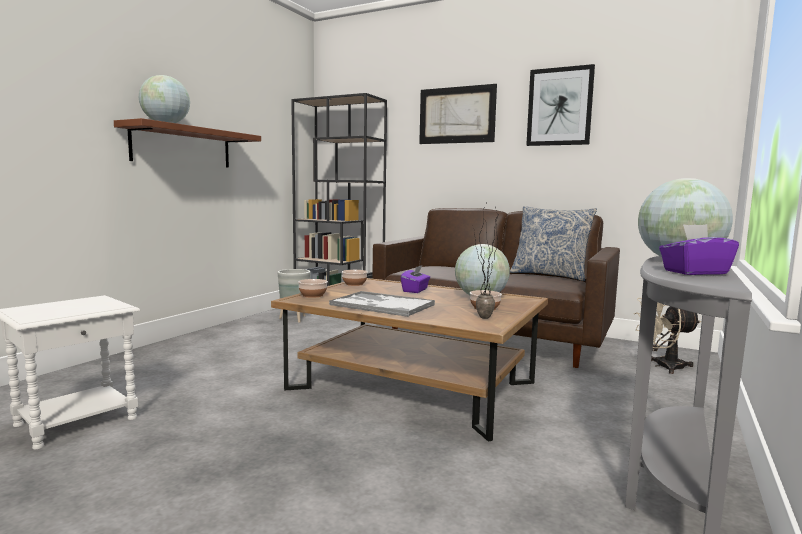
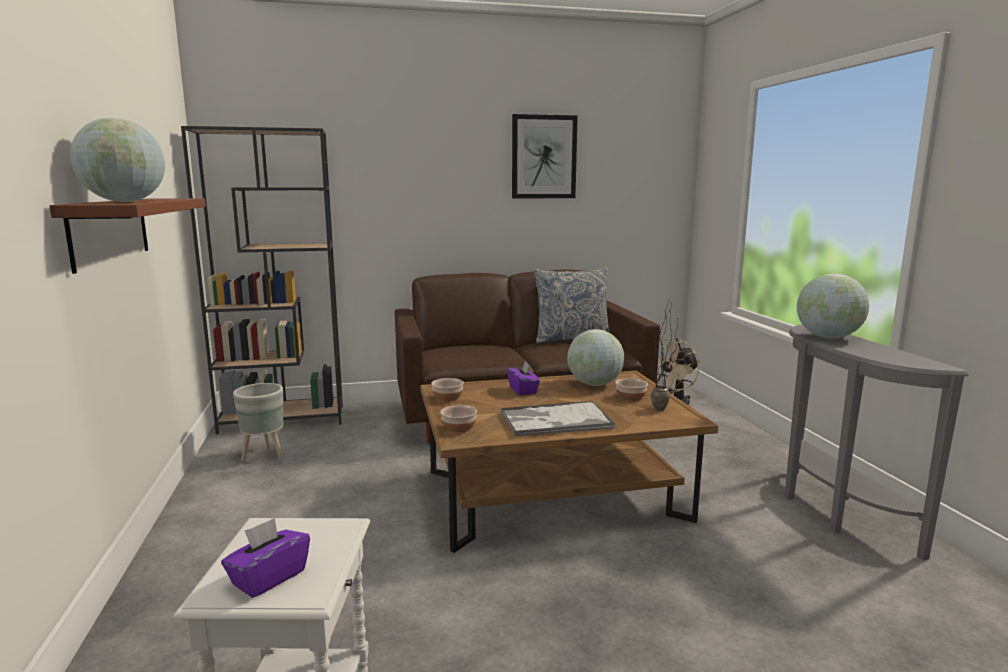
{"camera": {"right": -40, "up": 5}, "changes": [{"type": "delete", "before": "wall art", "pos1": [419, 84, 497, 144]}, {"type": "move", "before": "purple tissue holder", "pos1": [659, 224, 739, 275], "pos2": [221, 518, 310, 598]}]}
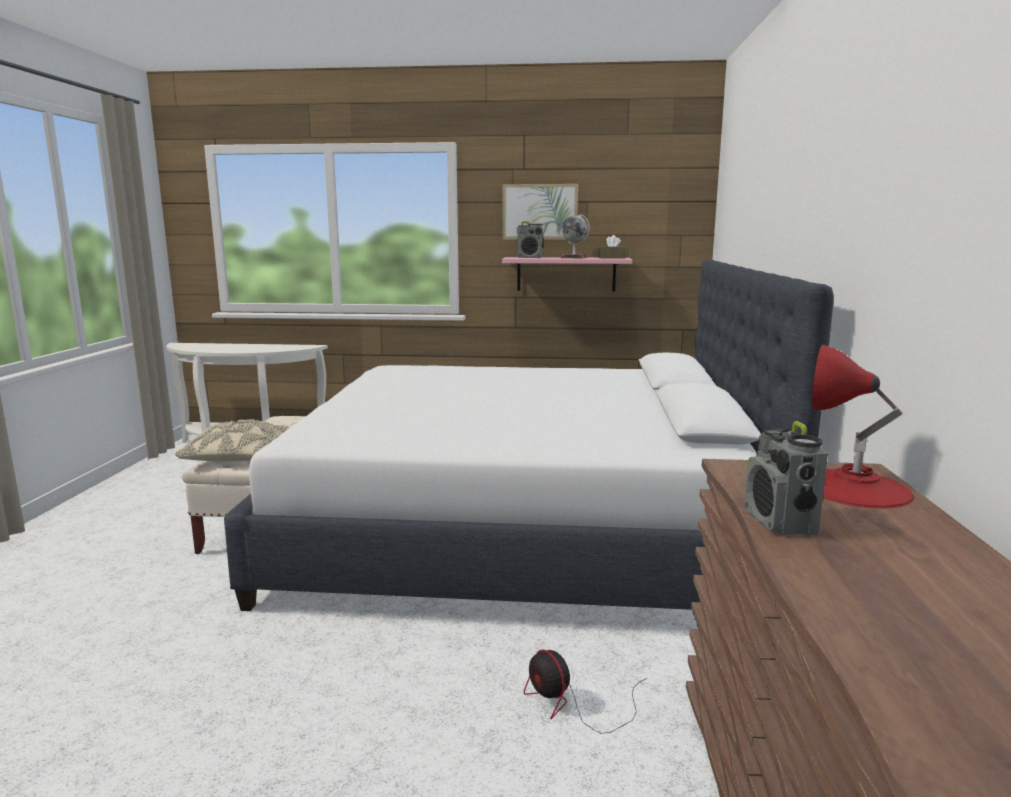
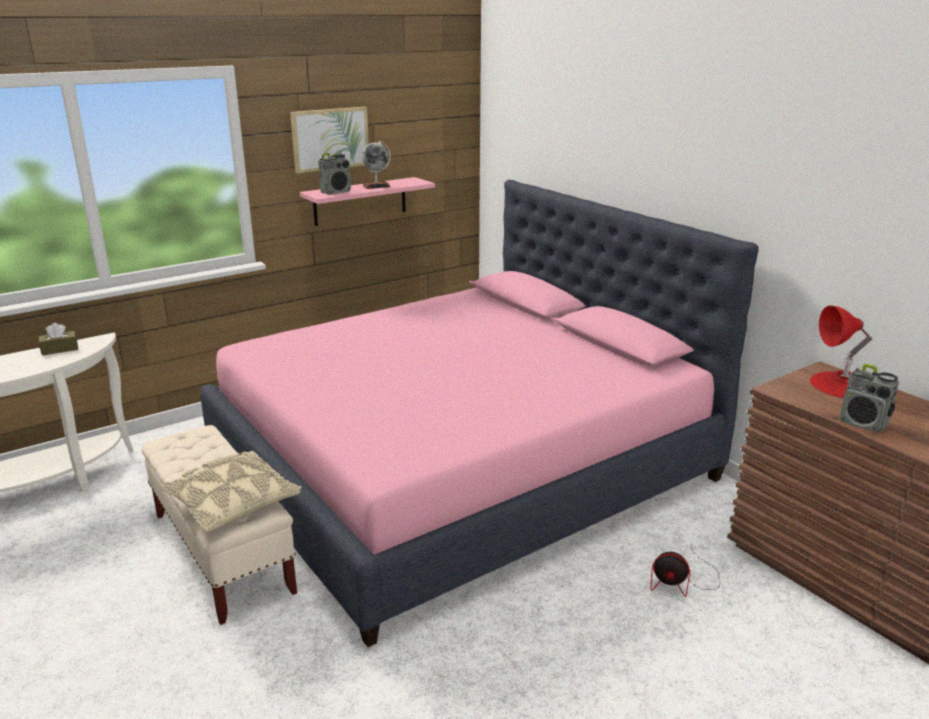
{"camera": {"right": -40, "up": 10}, "changes": [{"type": "recolor", "before": "white bed", "after": "pinkish bed", "pos1": [224, 260, 834, 611], "pos2": [200, 180, 758, 647]}, {"type": "move", "before": "brown-coloured tissue holder", "pos1": [599, 235, 627, 259], "pos2": [39, 323, 78, 355]}]}
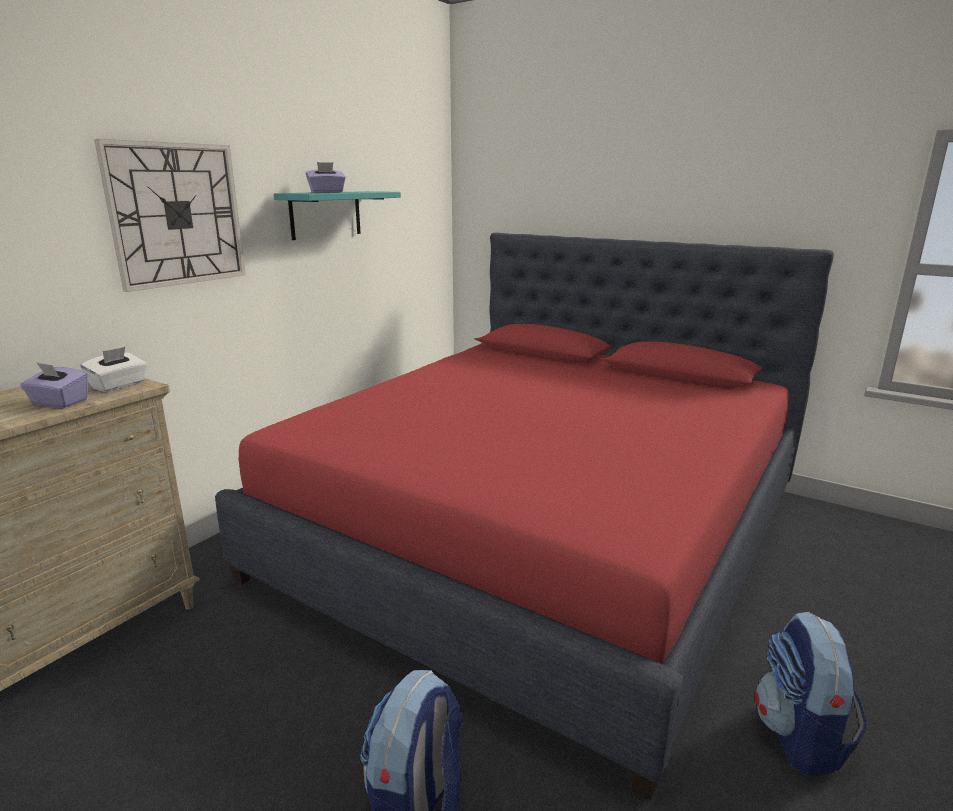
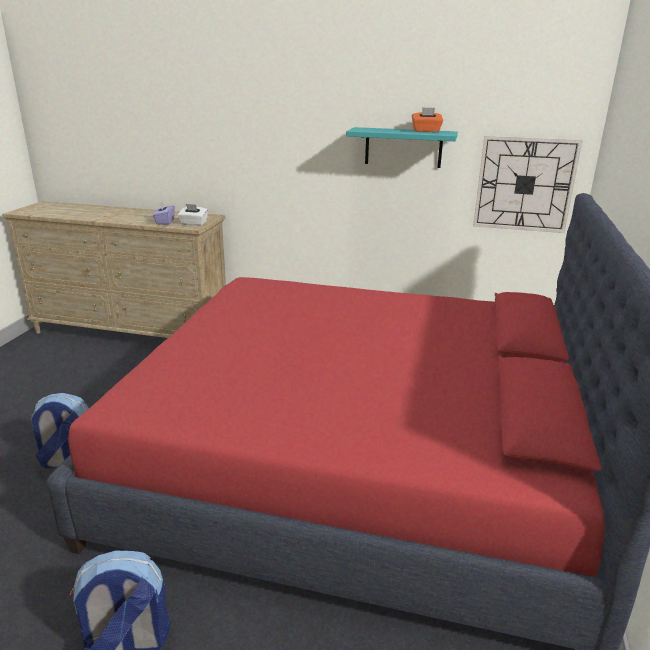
{"camera": {"right": 70, "up": 5}, "changes": [{"type": "move", "before": "wall clock", "pos1": [94, 139, 246, 292], "pos2": [473, 136, 583, 233]}, {"type": "delete", "before": "purple tissue holder", "pos1": [306, 162, 346, 193]}, {"type": "insert", "after": "orange tissue holder", "pos2": [412, 107, 443, 132]}]}
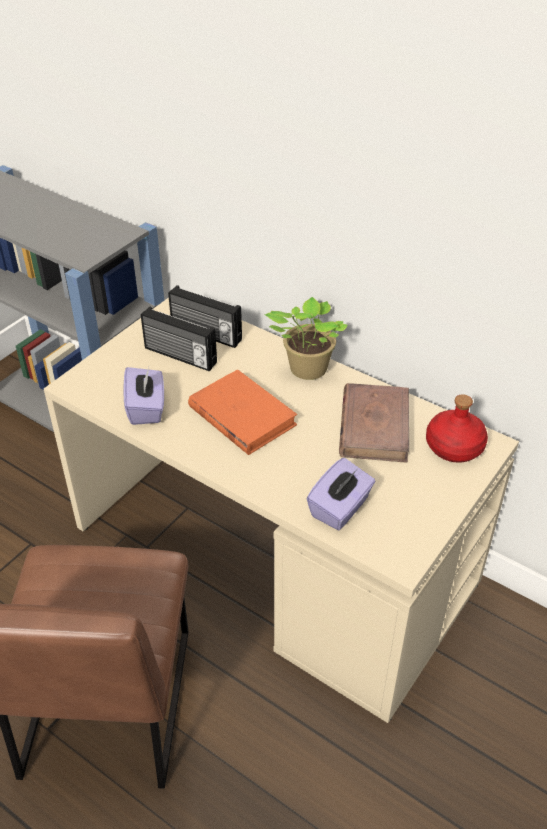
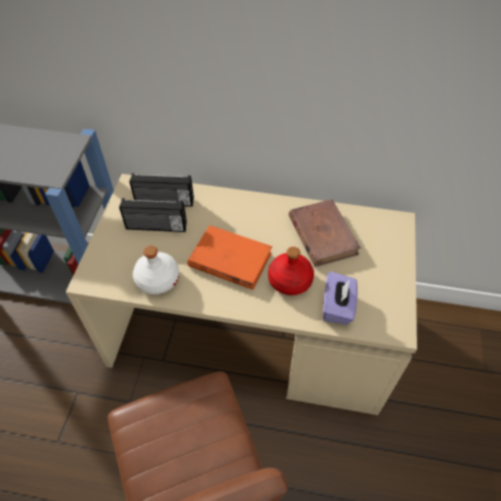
{"camera": {"right": -25, "up": 10}, "changes": [{"type": "replace", "before": "purple tissue holder", "after": "white drink bottle", "pos1": [124, 367, 164, 425], "pos2": [133, 246, 179, 294]}, {"type": "delete", "before": "houseplant", "pos1": [264, 297, 347, 380]}, {"type": "move", "before": "reddish drink bottle", "pos1": [426, 394, 488, 463], "pos2": [268, 247, 314, 295]}]}
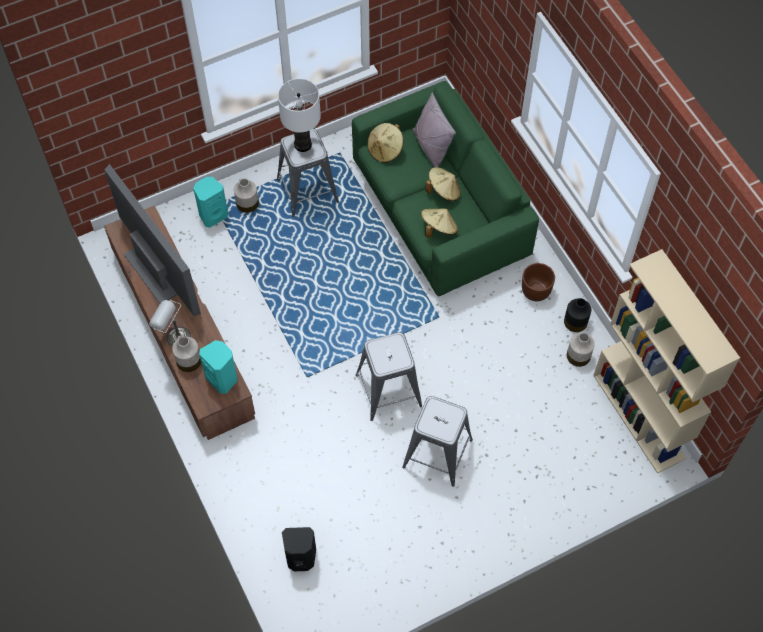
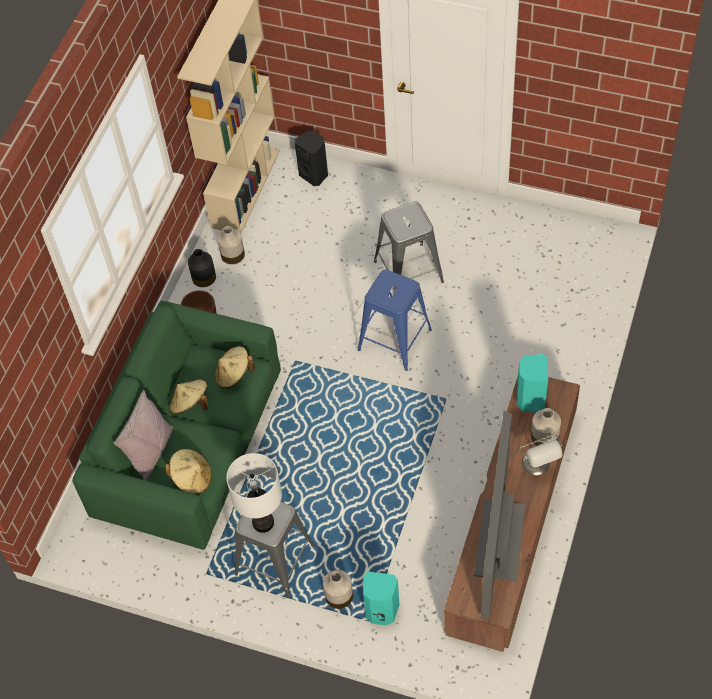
{"camera": {"right": -130, "up": -5}, "changes": [{"type": "move", "before": "black-coloured speaker", "pos1": [282, 527, 316, 571], "pos2": [295, 131, 328, 186]}, {"type": "recolor", "before": "grey stool seat", "after": "bluish stool seat", "pos1": [356, 332, 422, 421], "pos2": [358, 270, 432, 371]}]}
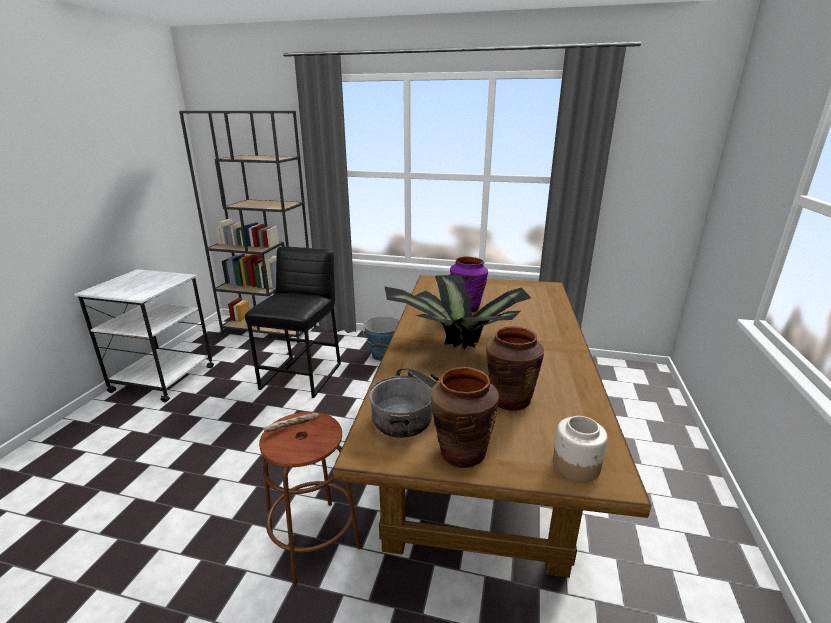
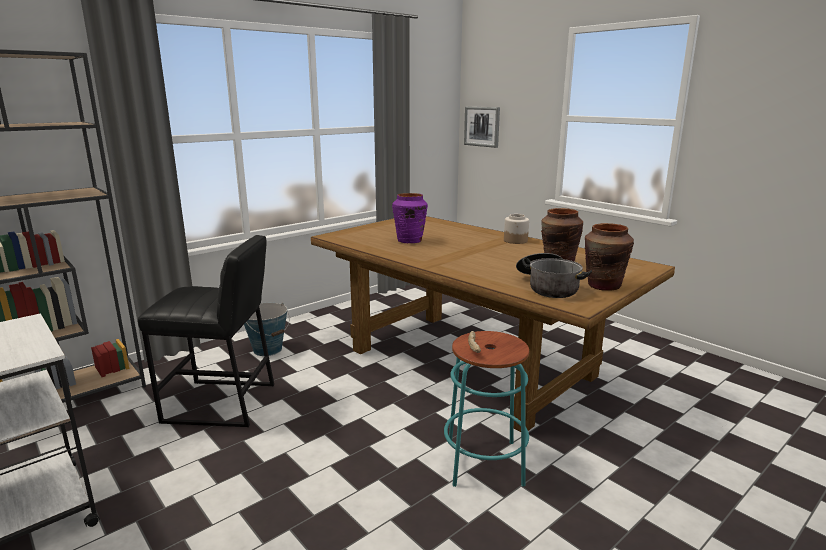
{"camera": {"right": -55, "up": -5}, "changes": [{"type": "rotate", "before": "black-coloured plain chair", "pos1": [245, 246, 341, 398], "pos2": [138, 235, 274, 427], "turn": 135}, {"type": "recolor", "before": "brown-coloured stool seat", "after": "turquoise stool seat", "pos1": [259, 412, 361, 586], "pos2": [444, 331, 529, 487]}, {"type": "delete", "before": "houseplant", "pos1": [385, 275, 531, 350]}, {"type": "move", "before": "storage jar", "pos1": [553, 416, 608, 482], "pos2": [504, 214, 529, 244]}, {"type": "insert", "after": "wall art", "pos2": [464, 107, 500, 148]}]}
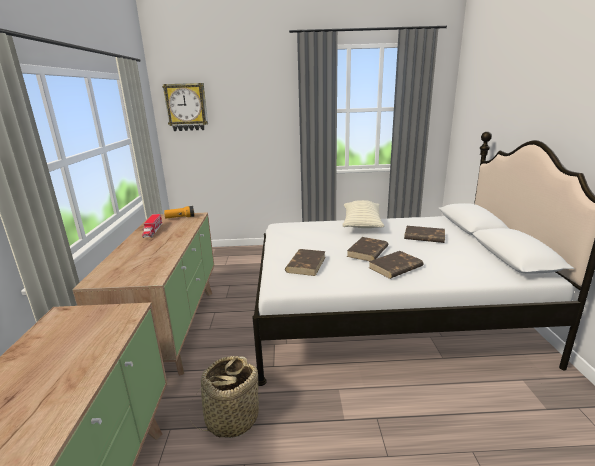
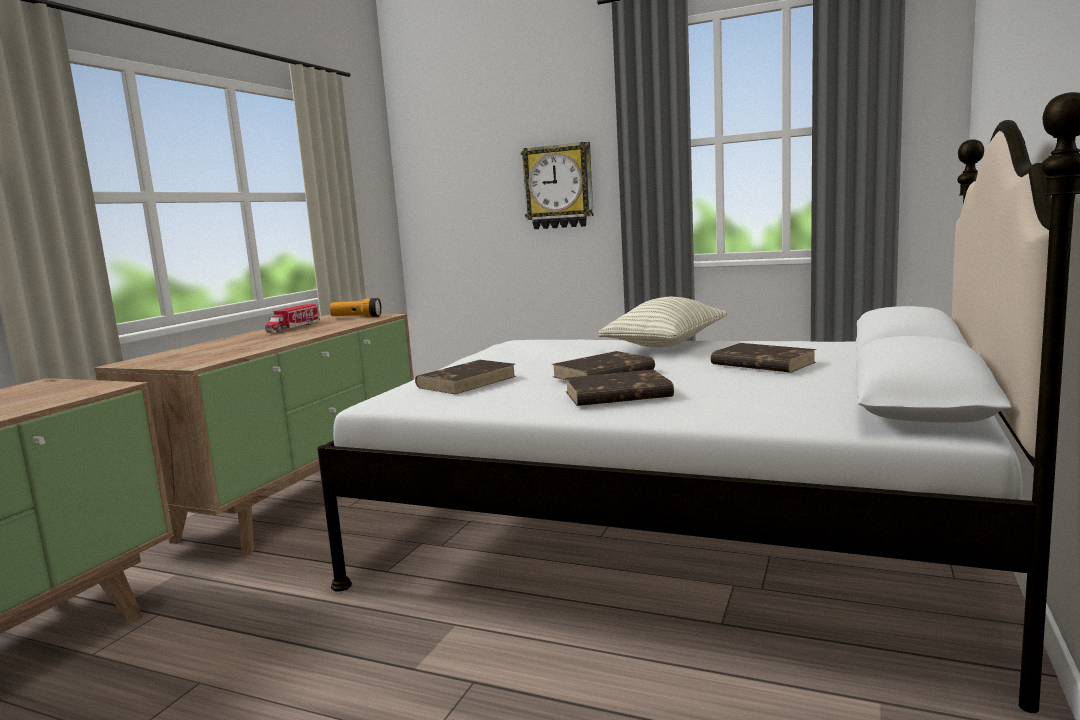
{"camera": {"right": 25, "up": -10}, "changes": [{"type": "move", "before": "wall clock", "pos1": [162, 83, 208, 131], "pos2": [521, 142, 594, 229]}, {"type": "delete", "before": "storage basket", "pos1": [190, 356, 262, 438]}]}
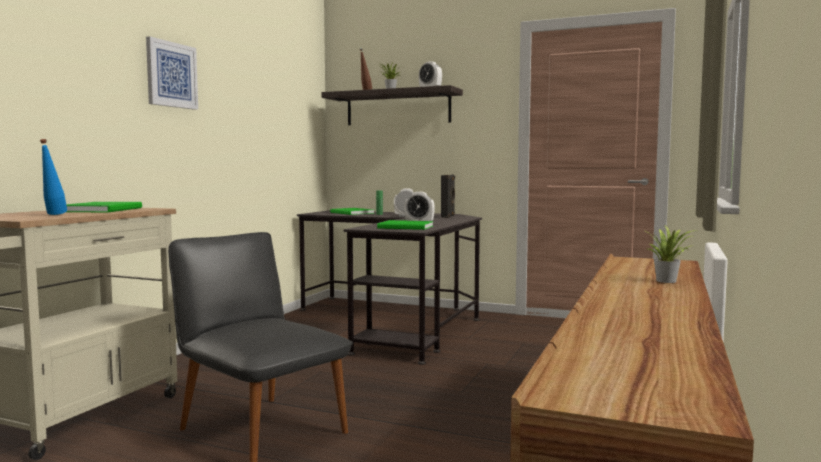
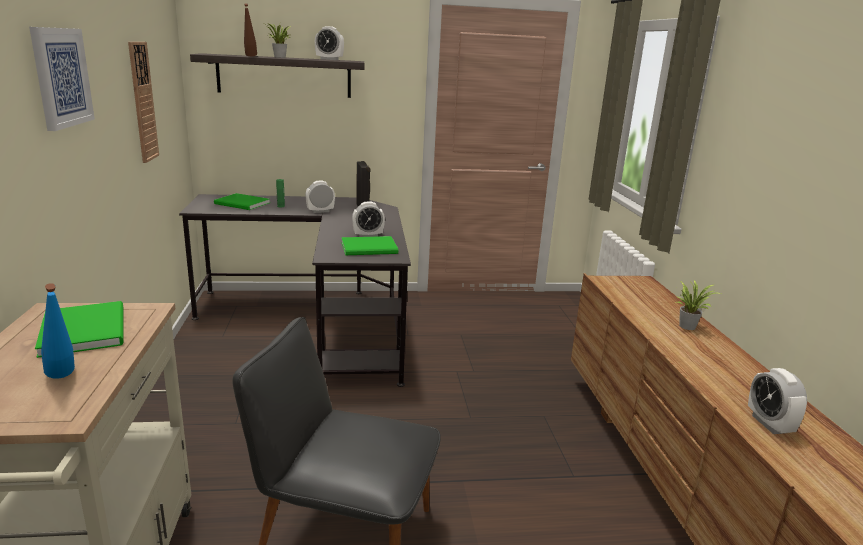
{"camera": {"right": -30, "up": 15}, "changes": [{"type": "insert", "after": "wall clock", "pos2": [128, 42, 159, 163]}, {"type": "insert", "after": "table clock", "pos2": [748, 368, 807, 434]}]}
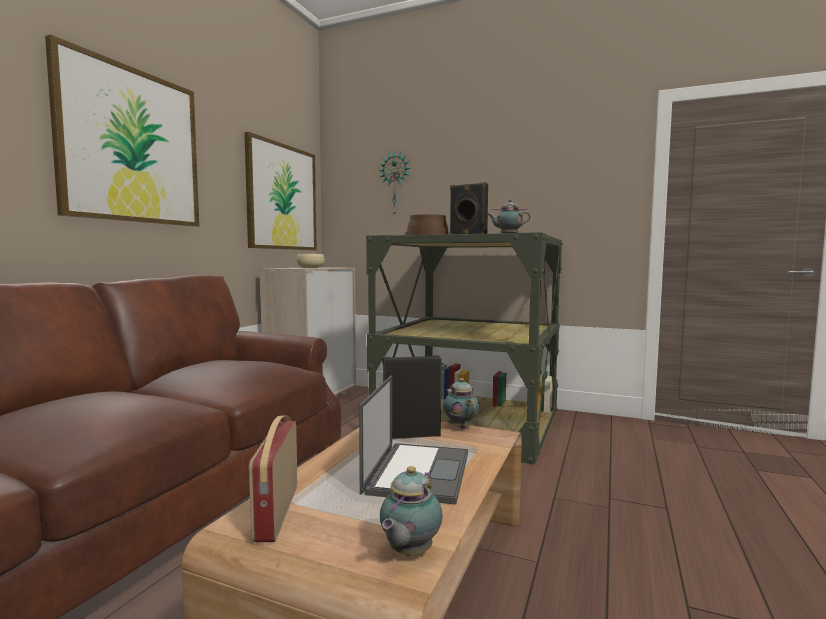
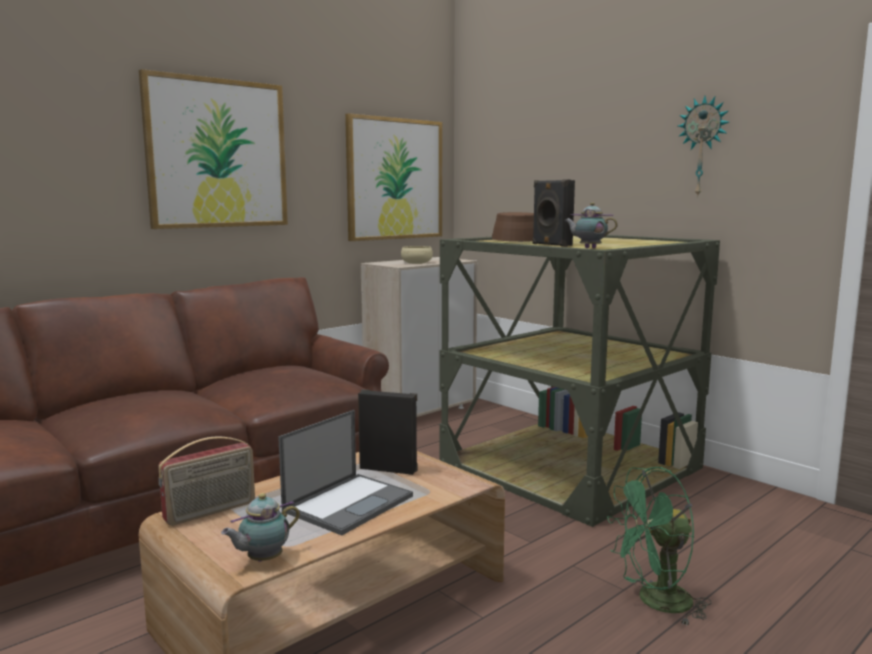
{"camera": {"right": 25, "up": 5}, "changes": [{"type": "rotate", "before": "radio", "pos1": [249, 416, 297, 543], "pos2": [158, 437, 255, 526], "turn": -150}, {"type": "move", "before": "wall clock", "pos1": [379, 151, 410, 216], "pos2": [678, 96, 729, 198]}, {"type": "delete", "before": "tea pot", "pos1": [443, 378, 479, 429]}, {"type": "insert", "after": "green-coloured cooling fan", "pos2": [607, 467, 711, 627]}]}
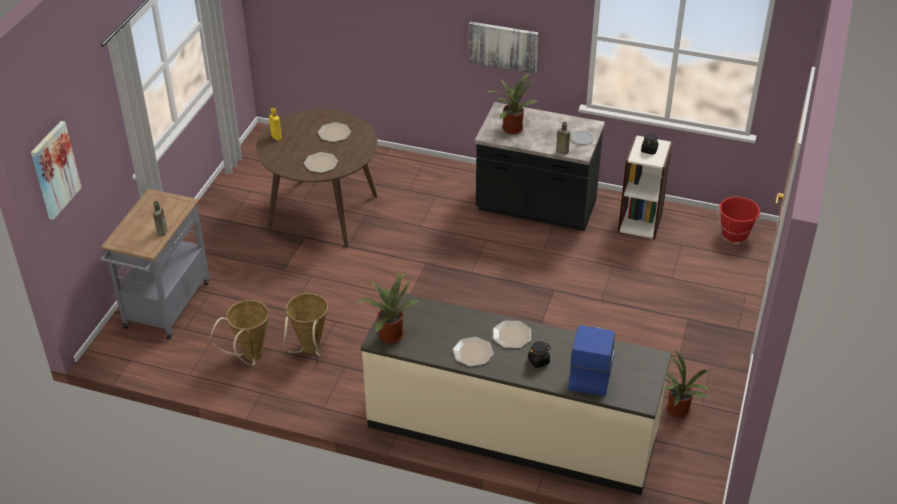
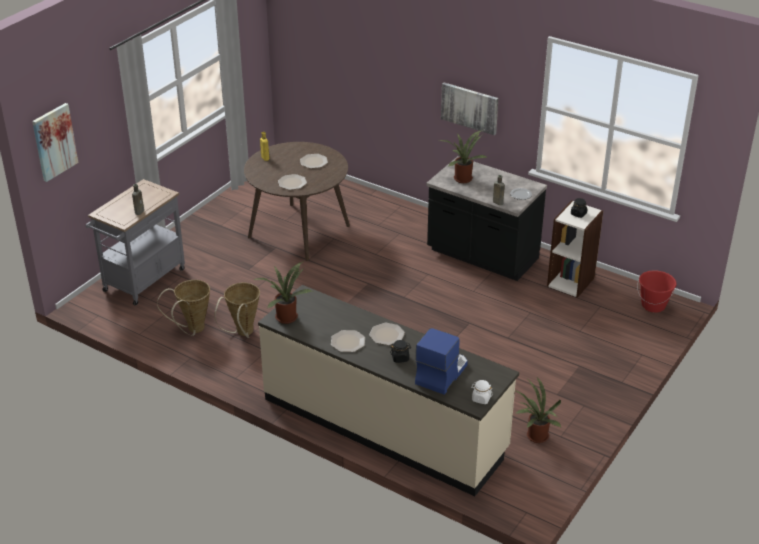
{"camera": {"right": 15, "up": -5}, "changes": [{"type": "insert", "after": "white storage jar", "pos2": [471, 380, 493, 404]}]}
